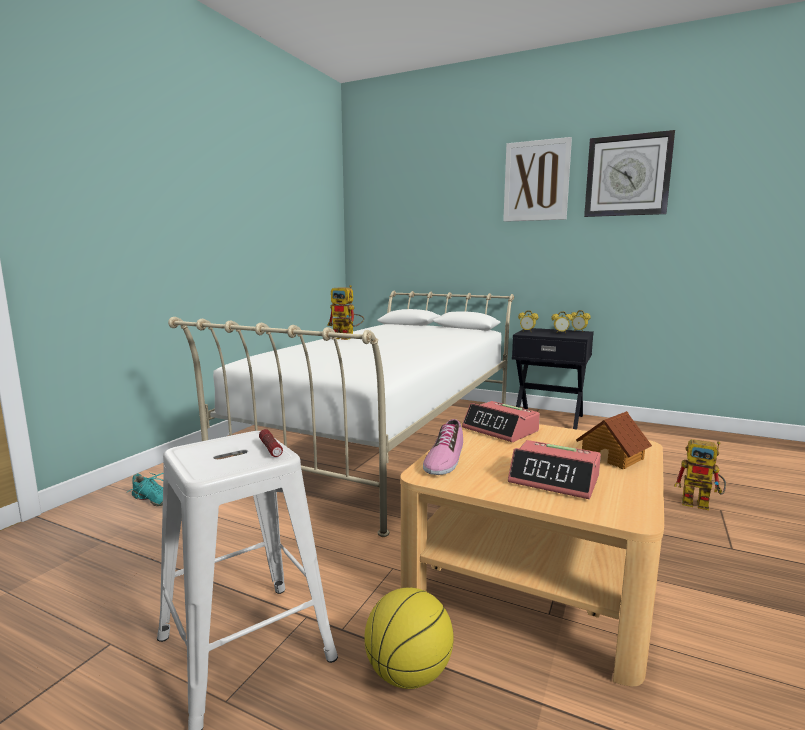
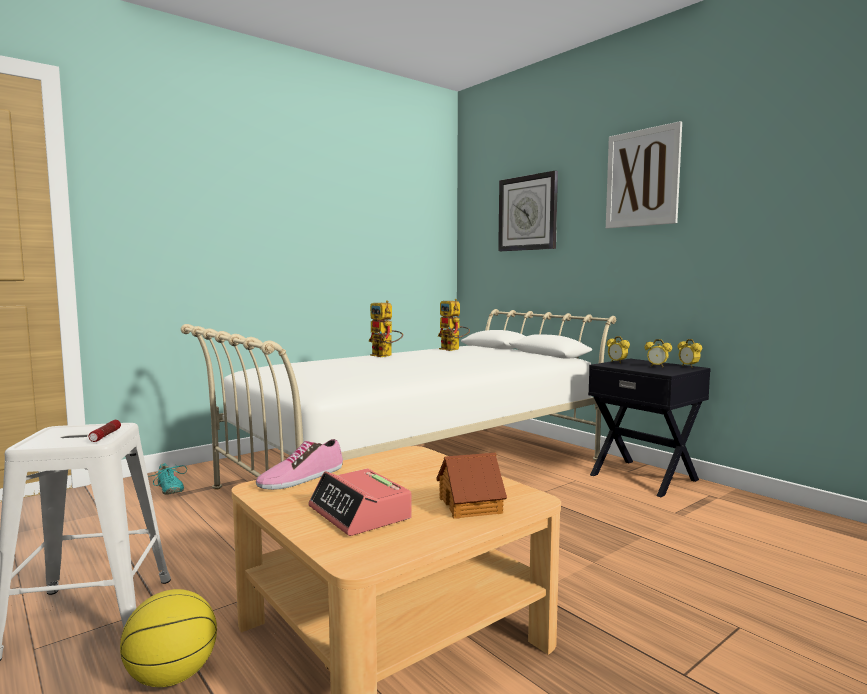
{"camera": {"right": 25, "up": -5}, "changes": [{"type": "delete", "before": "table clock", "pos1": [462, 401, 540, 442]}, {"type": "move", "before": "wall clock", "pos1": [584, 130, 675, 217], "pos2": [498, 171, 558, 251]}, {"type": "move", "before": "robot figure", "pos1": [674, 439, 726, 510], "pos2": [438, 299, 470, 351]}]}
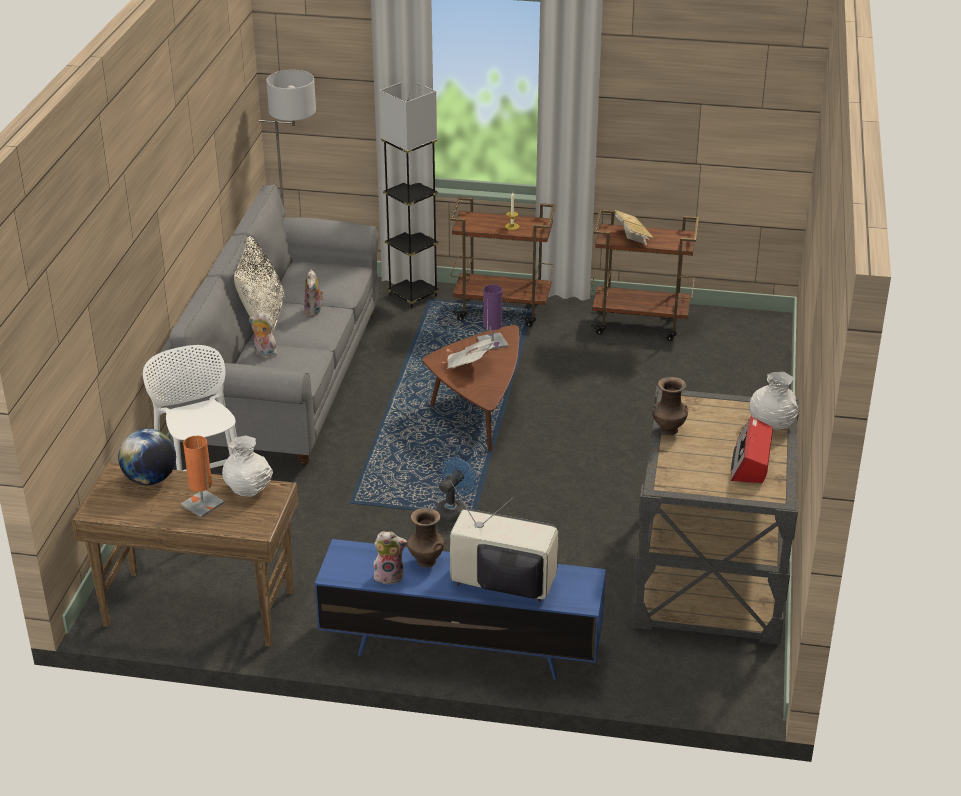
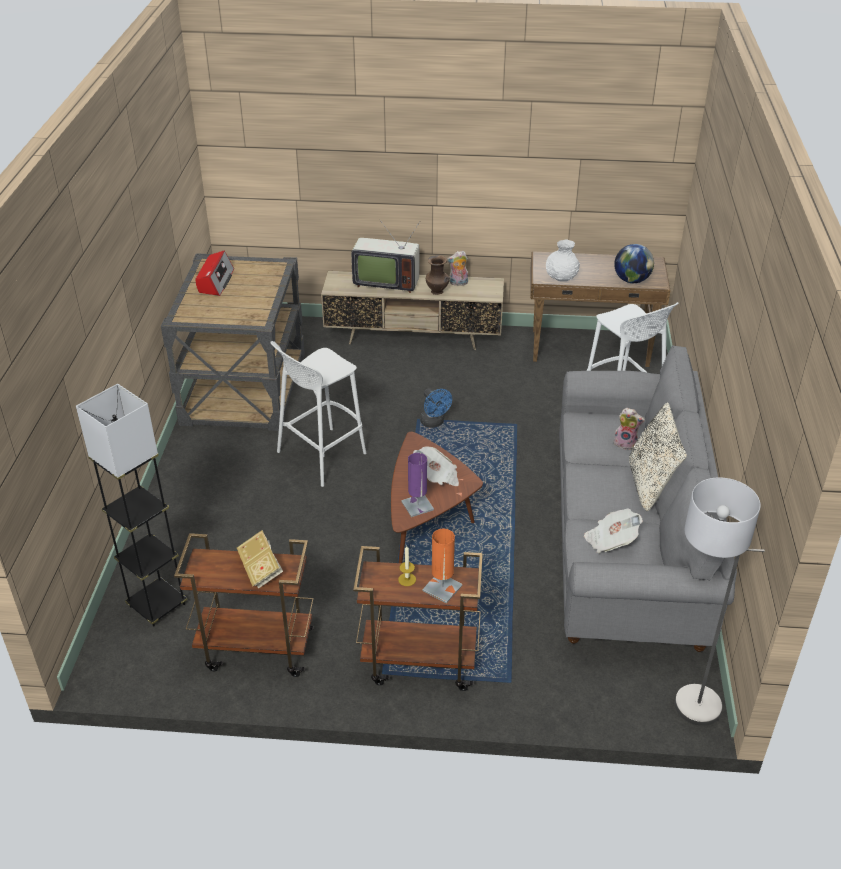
{"camera": {"right": 175, "up": 5}, "changes": [{"type": "move", "before": "orange tabletop lamp", "pos1": [181, 436, 224, 518], "pos2": [422, 529, 462, 603]}, {"type": "delete", "before": "cuddly toy", "pos1": [304, 270, 324, 317]}, {"type": "recolor", "before": "bluish tv unit", "after": "sand-coloured tv unit", "pos1": [315, 539, 606, 680], "pos2": [321, 271, 504, 350]}, {"type": "move", "before": "grey floor lamp", "pos1": [379, 83, 440, 308], "pos2": [76, 384, 187, 627]}, {"type": "rotate", "before": "bluish cooling fan", "pos1": [435, 457, 476, 522], "pos2": [420, 388, 452, 428], "turn": -60}, {"type": "delete", "before": "brown-coloured vase", "pos1": [652, 377, 688, 435]}, {"type": "delete", "before": "white vase", "pos1": [749, 372, 799, 430]}, {"type": "insert", "after": "white stool seat", "pos2": [270, 341, 366, 487]}, {"type": "insert", "after": "newspaper", "pos2": [584, 509, 643, 553]}]}
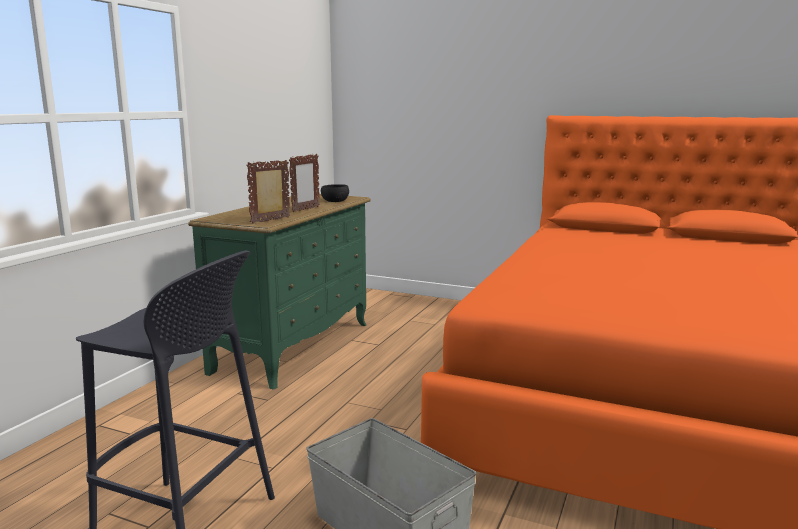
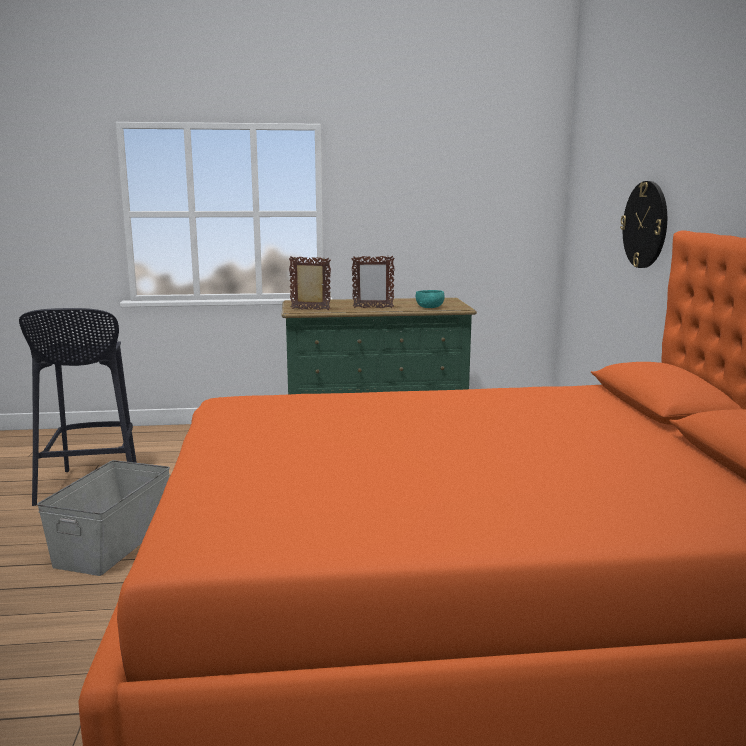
{"camera": {"right": 60, "up": 0}, "changes": [{"type": "recolor", "before": "black-coloured serving bowl", "after": "turquoise serving bowl", "pos1": [321, 184, 349, 202], "pos2": [416, 290, 445, 308]}, {"type": "insert", "after": "wall clock", "pos2": [620, 181, 667, 268]}]}
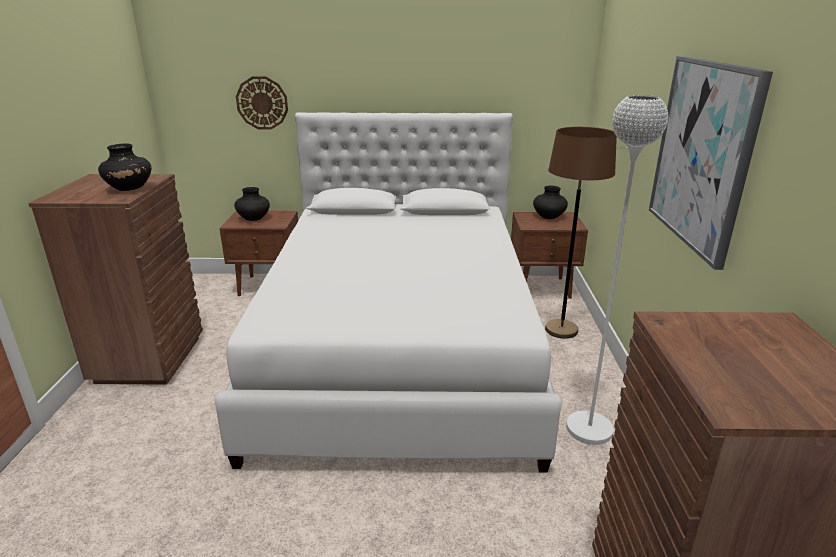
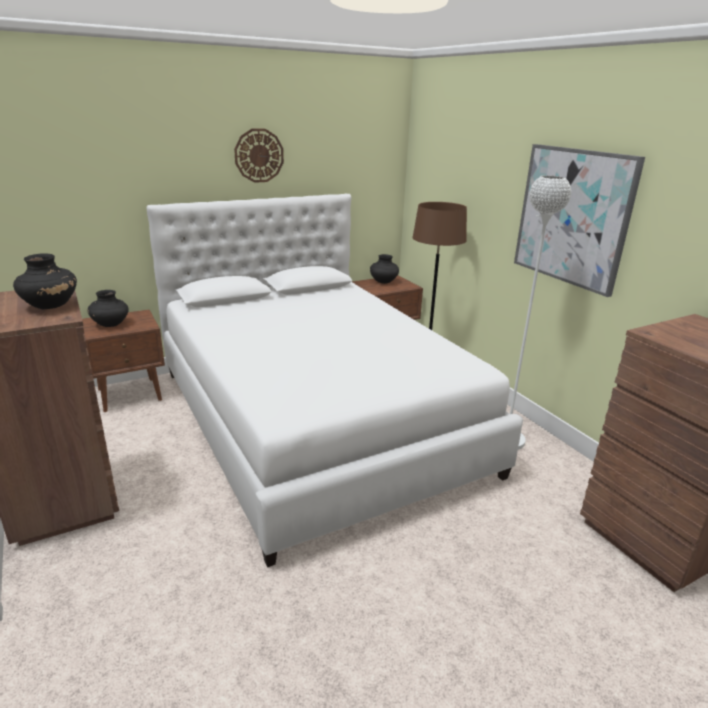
{"camera": {"right": -30, "up": 0}, "changes": [{"type": "move", "before": "wall clock", "pos1": [236, 76, 288, 129], "pos2": [234, 129, 284, 183]}]}
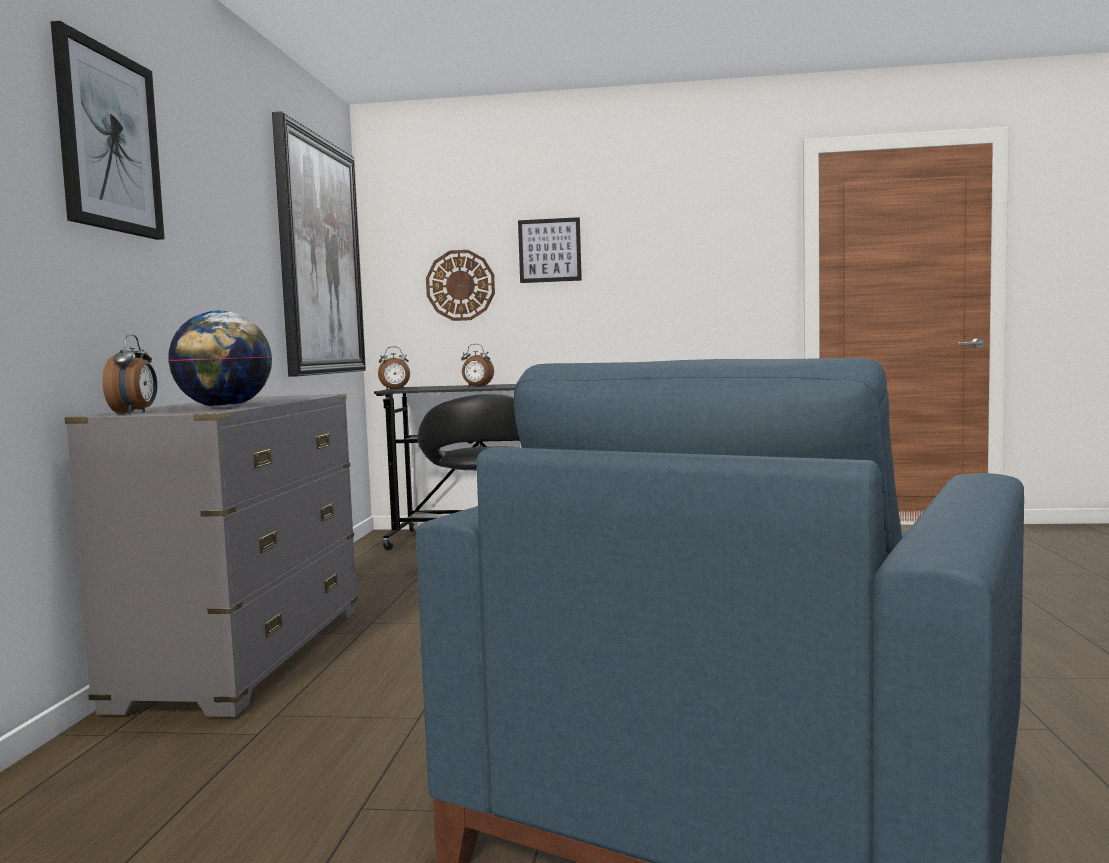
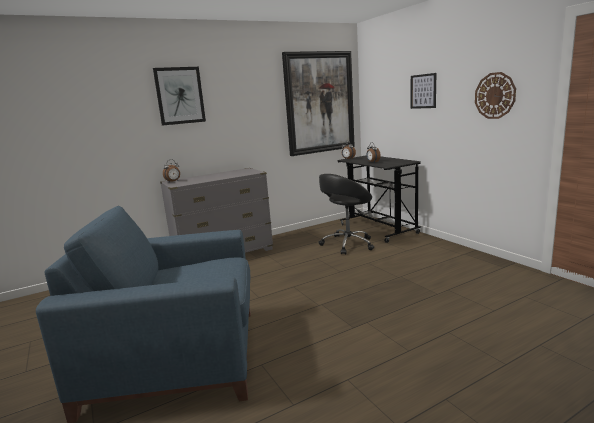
{"camera": {"right": 55, "up": 10}, "changes": [{"type": "delete", "before": "world globe", "pos1": [168, 310, 272, 408]}, {"type": "move", "before": "wall clock", "pos1": [426, 250, 495, 321], "pos2": [475, 72, 516, 119]}]}
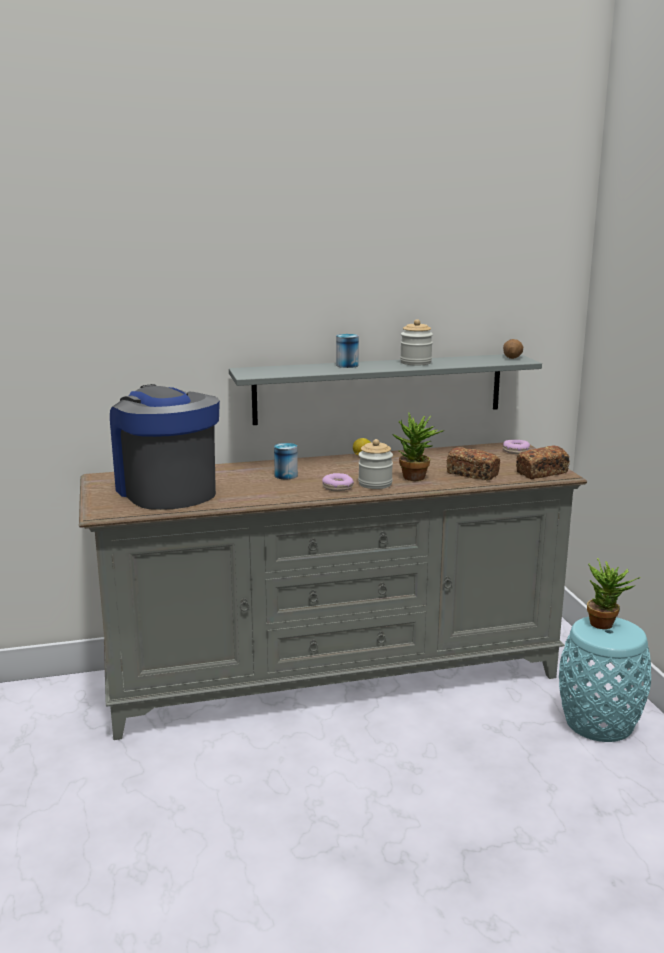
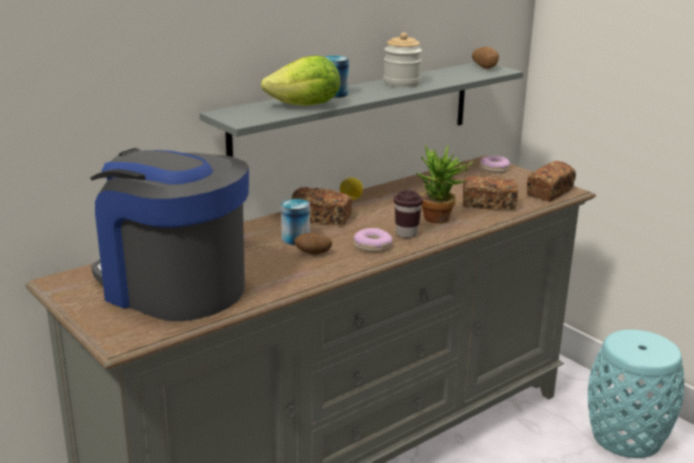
{"camera": {"right": -25, "up": 5}, "changes": [{"type": "replace", "before": "storage jar", "after": "brown-coloured small cup", "pos1": [358, 439, 393, 489], "pos2": [394, 190, 423, 238]}, {"type": "delete", "before": "houseplant", "pos1": [587, 558, 641, 629]}, {"type": "insert", "after": "lettuce head", "pos2": [261, 55, 340, 106]}, {"type": "insert", "after": "bakery bread", "pos2": [292, 187, 352, 226]}, {"type": "insert", "after": "spud", "pos2": [294, 233, 332, 255]}]}
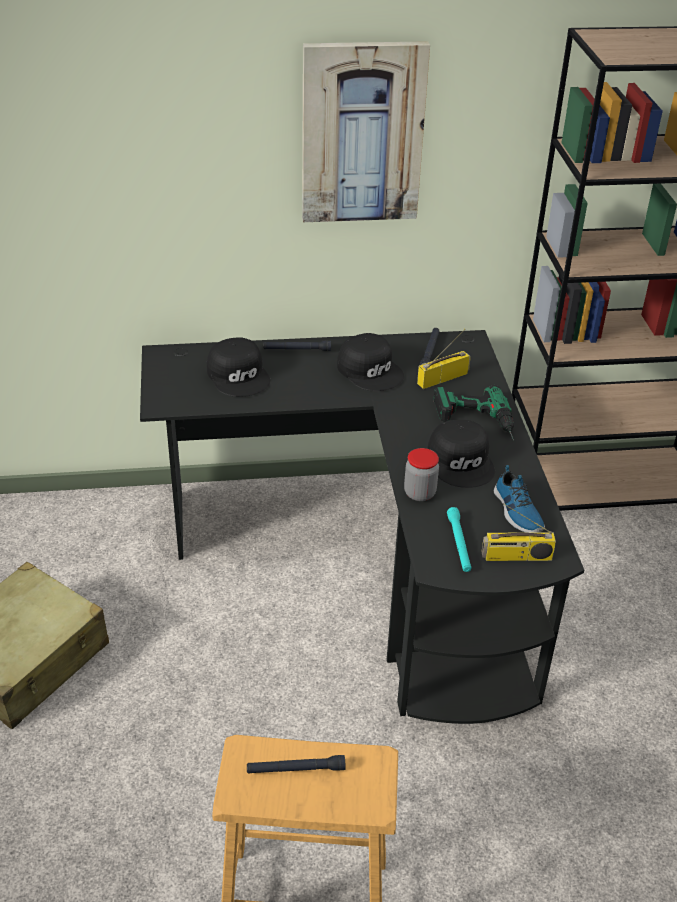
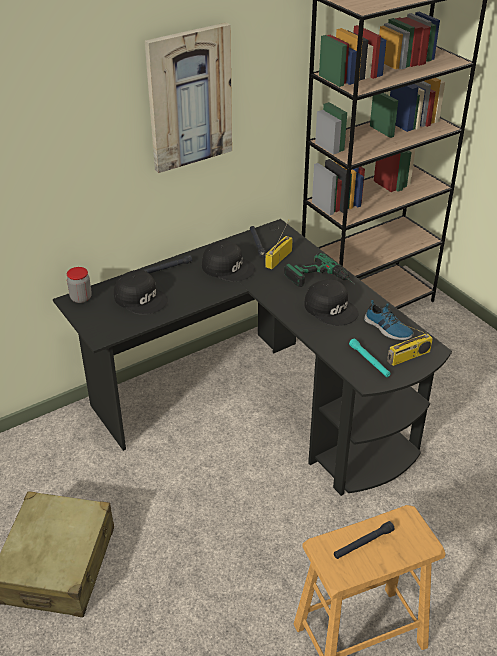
{"camera": {"right": -25, "up": 0}, "changes": [{"type": "move", "before": "storage jar", "pos1": [404, 448, 439, 501], "pos2": [67, 267, 92, 303]}]}
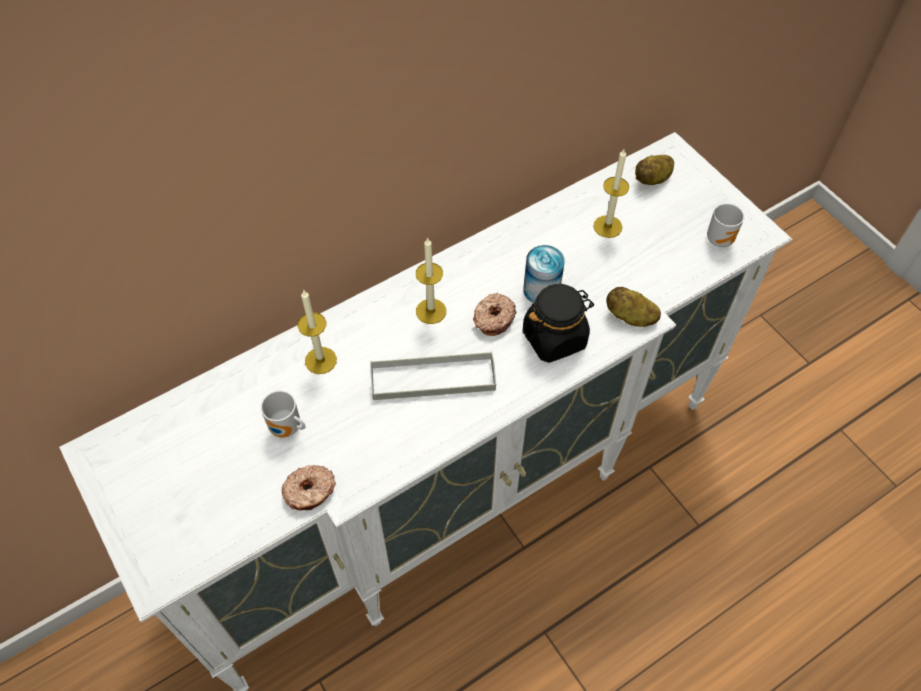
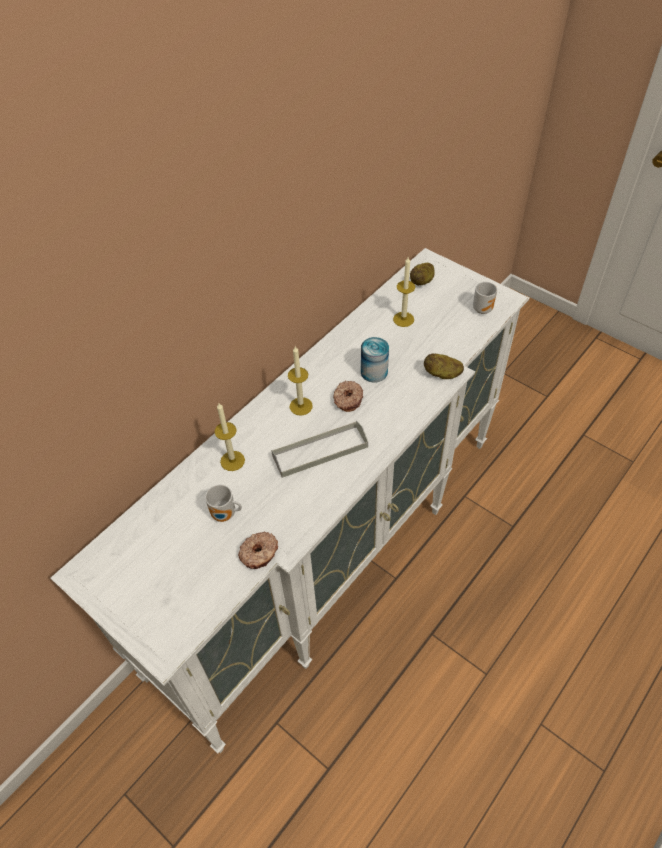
{"camera": {"right": -15, "up": -5}, "changes": [{"type": "delete", "before": "black-coloured storage jar", "pos1": [522, 284, 594, 363]}]}
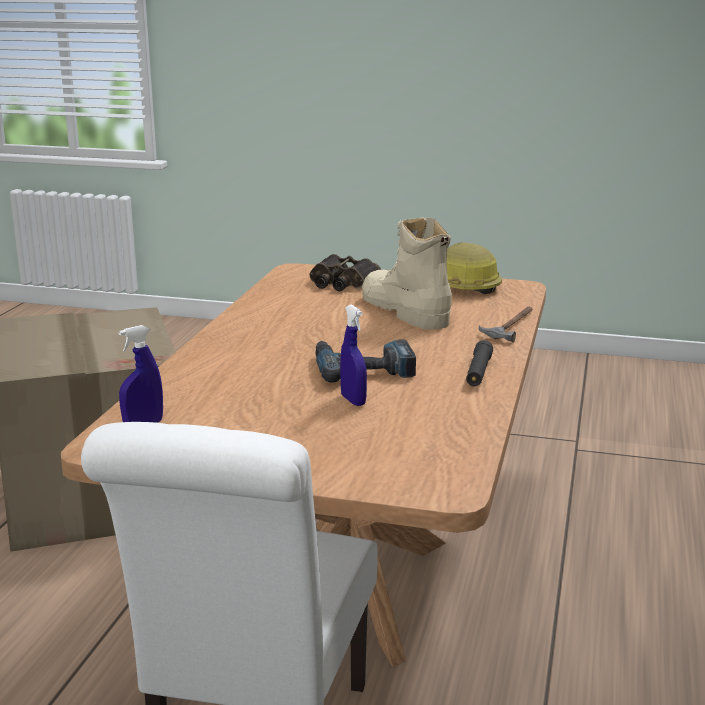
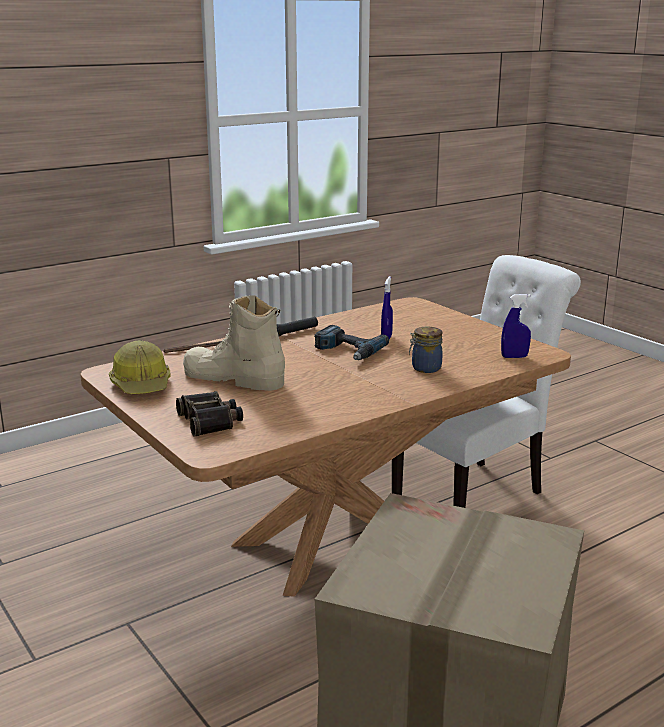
{"camera": {"right": -140, "up": 0}, "changes": [{"type": "rotate", "before": "sand-coloured high-top boot", "pos1": [362, 217, 452, 330], "pos2": [183, 295, 285, 391], "turn": 105}, {"type": "insert", "after": "storage jar", "pos2": [409, 327, 443, 373]}]}
